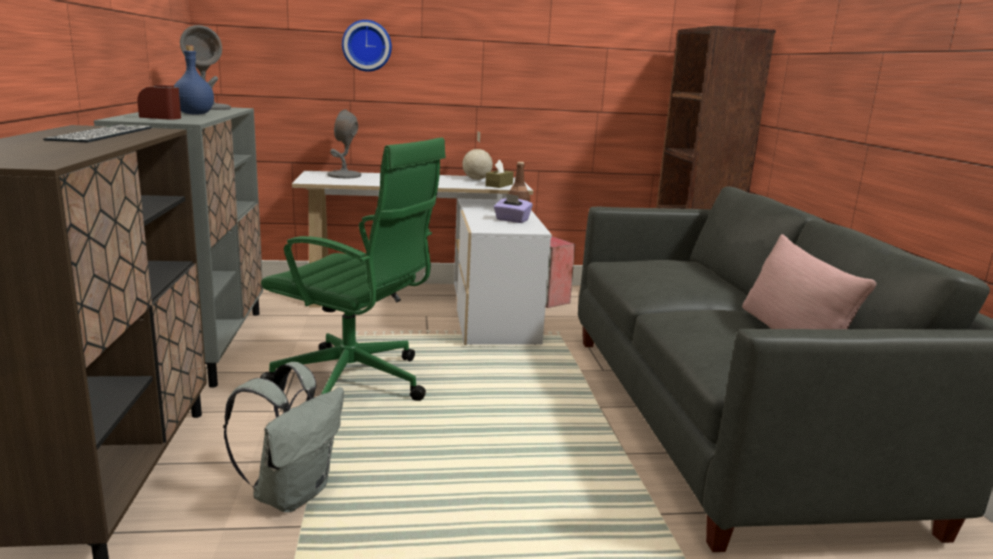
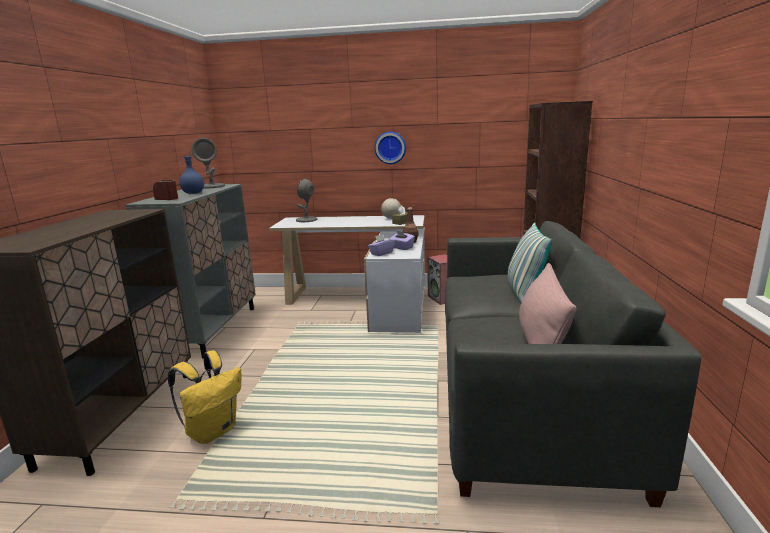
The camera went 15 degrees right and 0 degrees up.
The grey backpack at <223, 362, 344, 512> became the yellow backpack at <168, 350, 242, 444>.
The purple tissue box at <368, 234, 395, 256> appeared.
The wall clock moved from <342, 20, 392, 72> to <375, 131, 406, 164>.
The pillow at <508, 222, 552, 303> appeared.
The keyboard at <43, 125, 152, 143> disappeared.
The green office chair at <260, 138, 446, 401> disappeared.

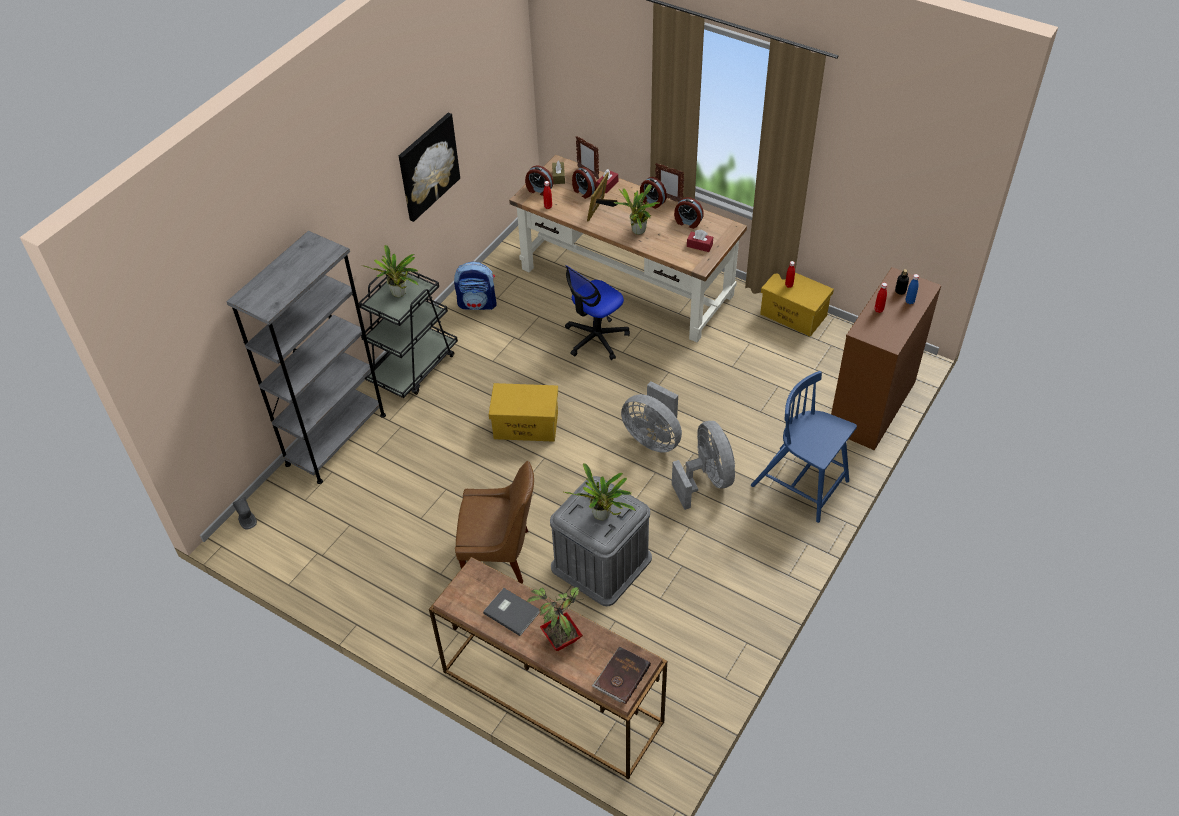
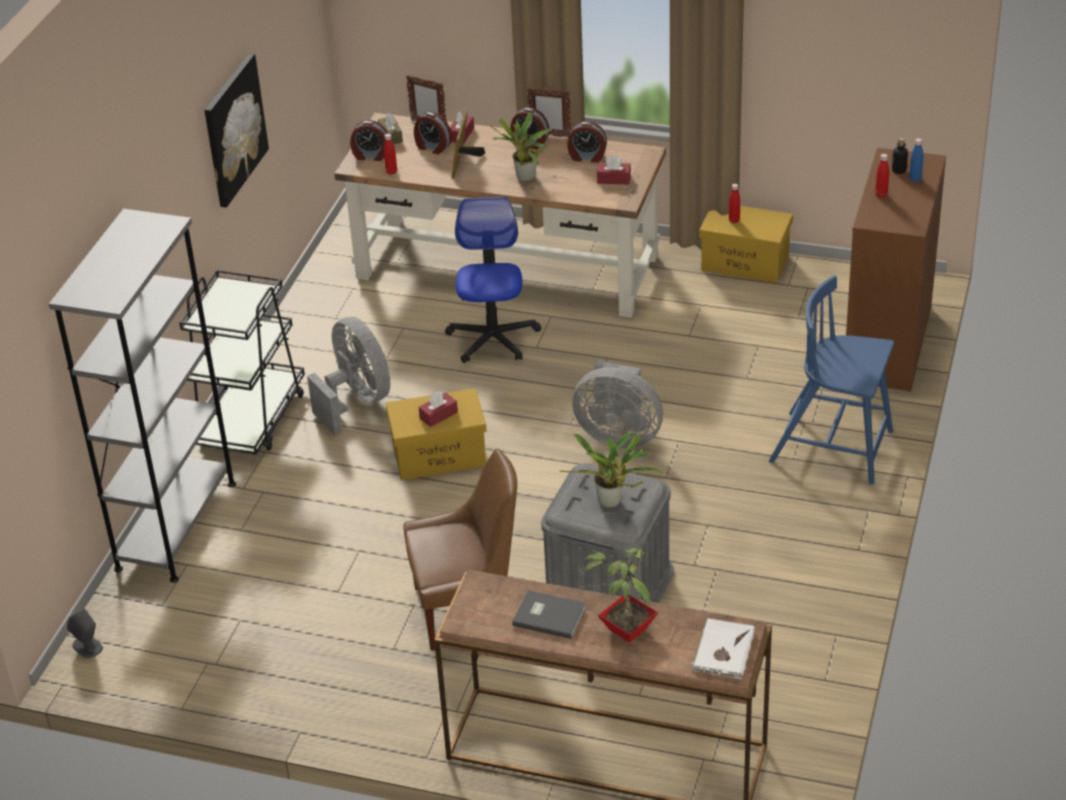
The camera went 15 degrees left and 10 degrees down.
The grey fan moved from <672, 421, 735, 510> to <307, 316, 390, 435>.
The red tissue box at <419, 391, 458, 427> appeared.
The office chair at <565, 265, 630, 360> turned 150 degrees clockwise.
The brown book at <592, 647, 651, 704> became the white book at <690, 618, 755, 679>.
The potted plant at <362, 245, 419, 297> disappeared.
The backpack at <454, 262, 496, 310> disappeared.

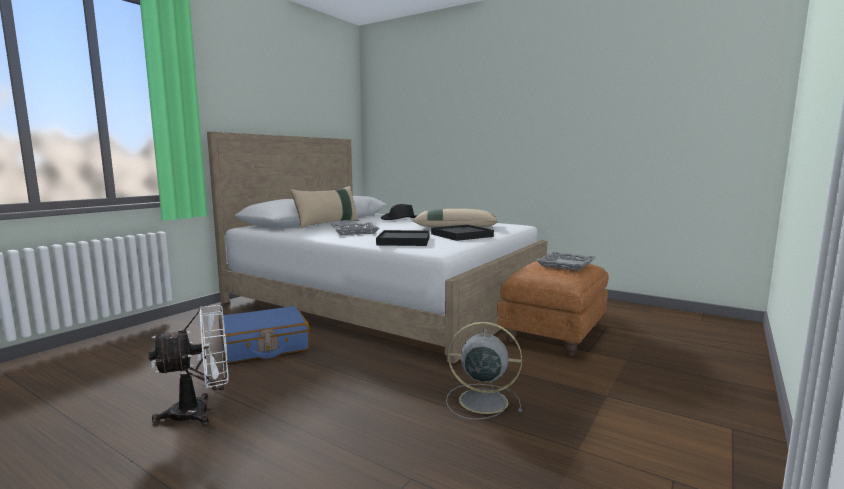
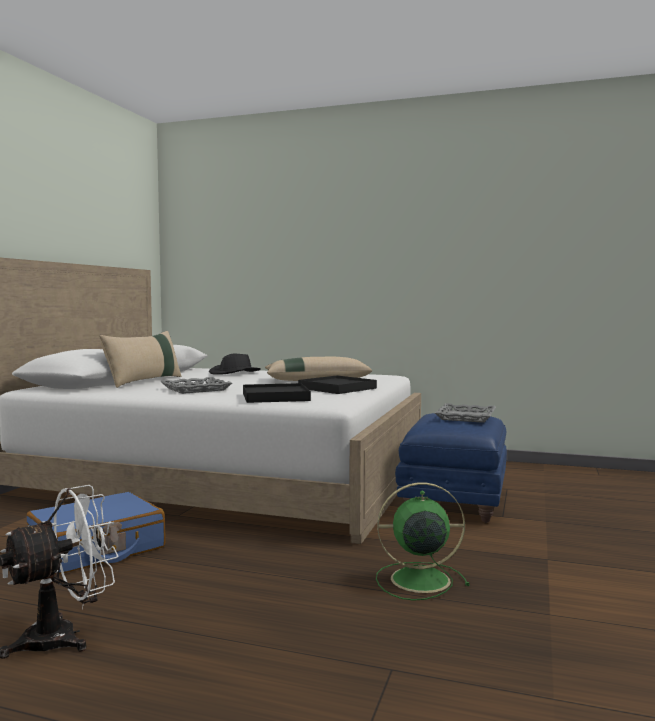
The camera went 15 degrees left and 5 degrees down.
The grey fan at <446, 322, 522, 420> became the green fan at <376, 482, 470, 601>.
The brown ottoman at <497, 259, 609, 356> became the blue ottoman at <395, 413, 507, 523>.

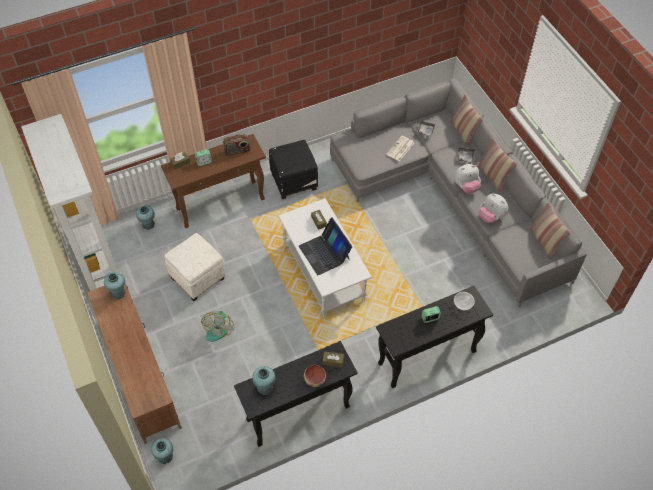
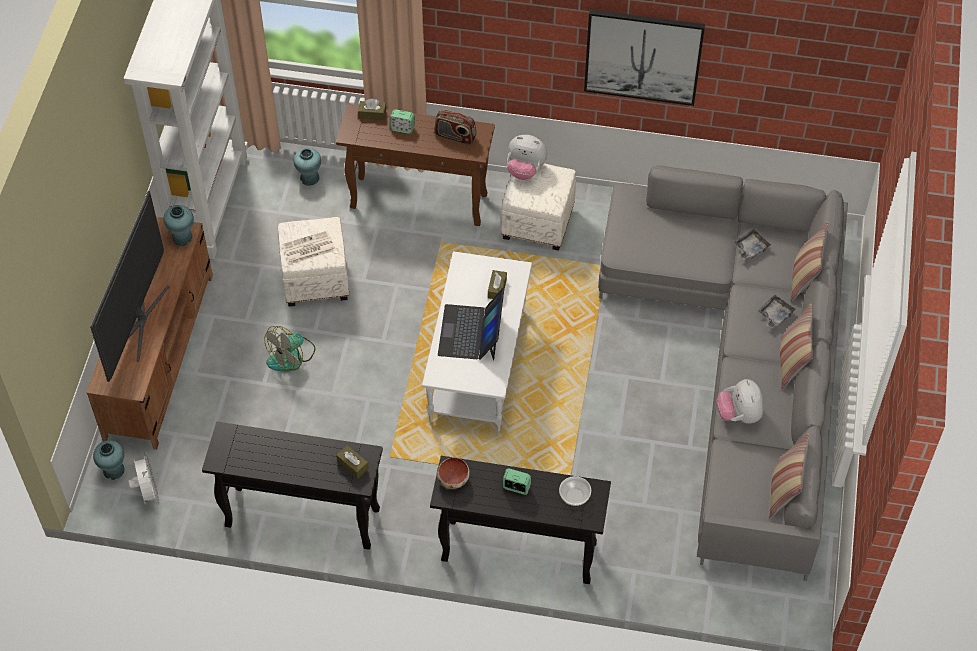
The camera went 35 degrees right and 0 degrees up.
The television at <90, 191, 170, 382> appeared.
The white fan at <128, 452, 160, 505> appeared.
The newspaper moved from <386, 136, 414, 162> to <282, 230, 336, 264>.
The bowl moved from <304, 365, 326, 387> to <437, 457, 470, 489>.
The black ottoman at <269, 140, 318, 199> became the white ottoman at <501, 163, 576, 251>.
The plush toy moved from <454, 164, 481, 194> to <507, 135, 547, 180>.
The picture at <584, 10, 705, 106> appeared.
The turquoise vase at <252, 366, 275, 395> disappeared.

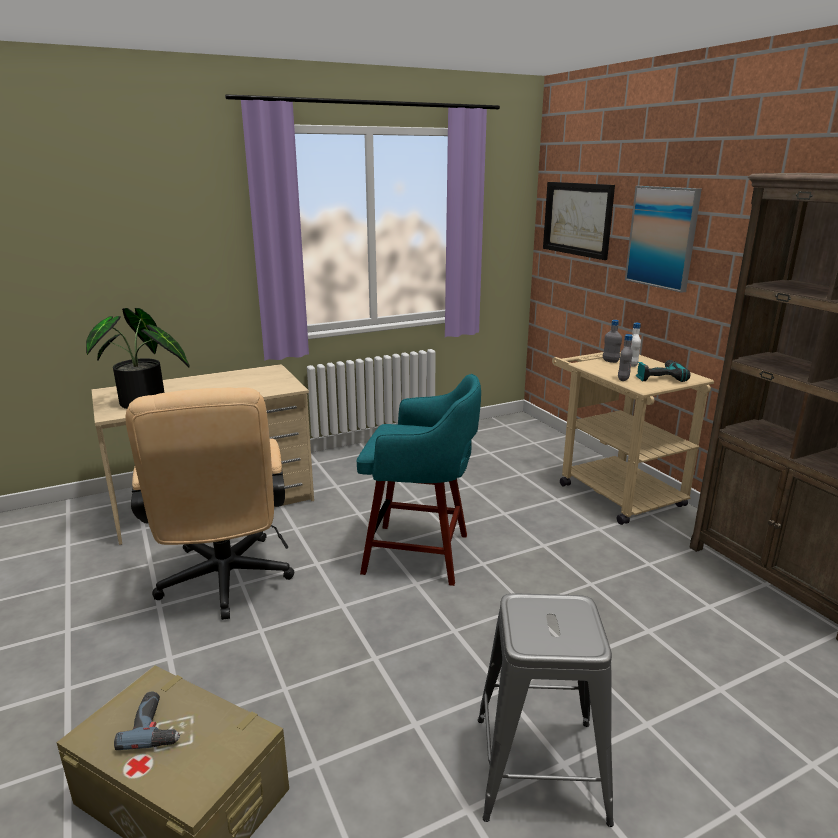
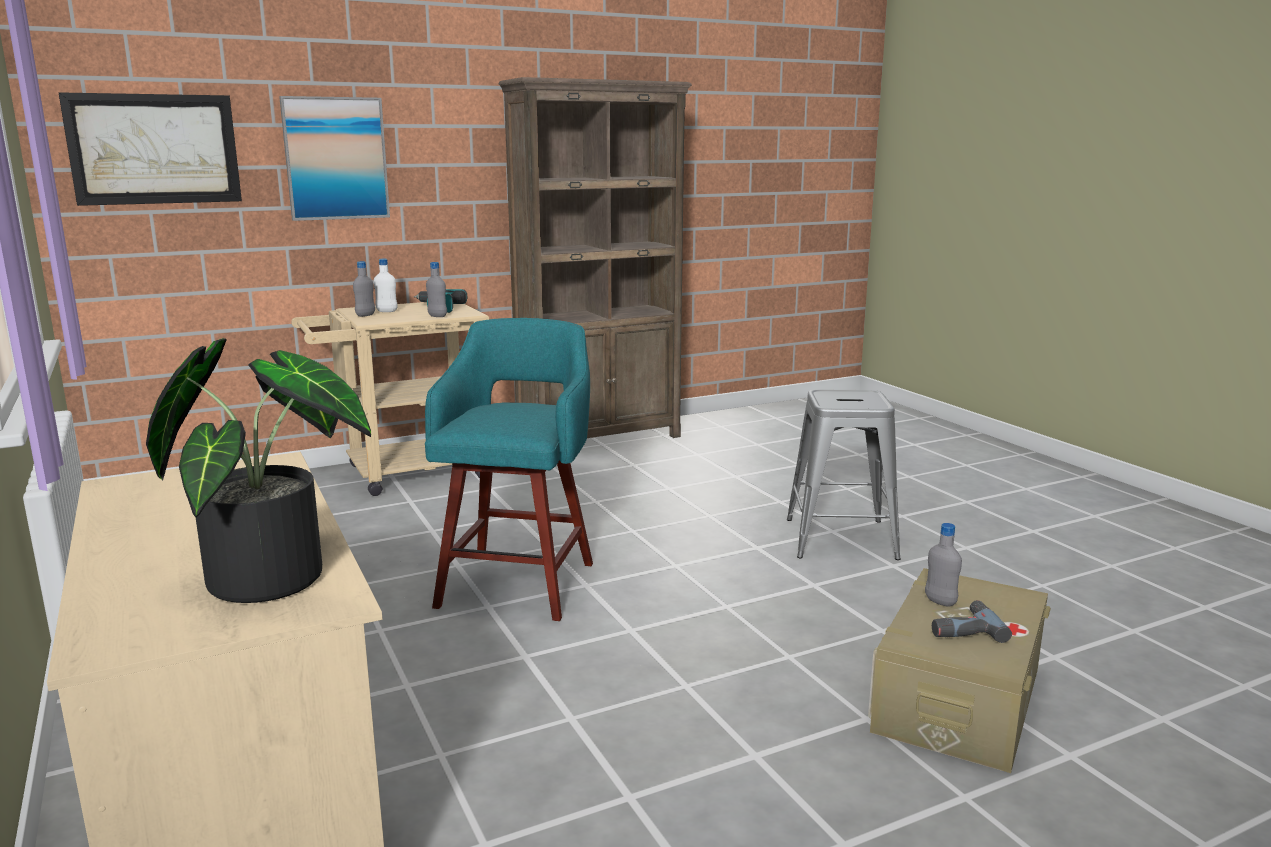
The camera went 90 degrees left and 5 degrees down.
The grey bottle at <925, 523, 962, 607> appeared.
The beige office chair at <125, 388, 294, 620> disappeared.

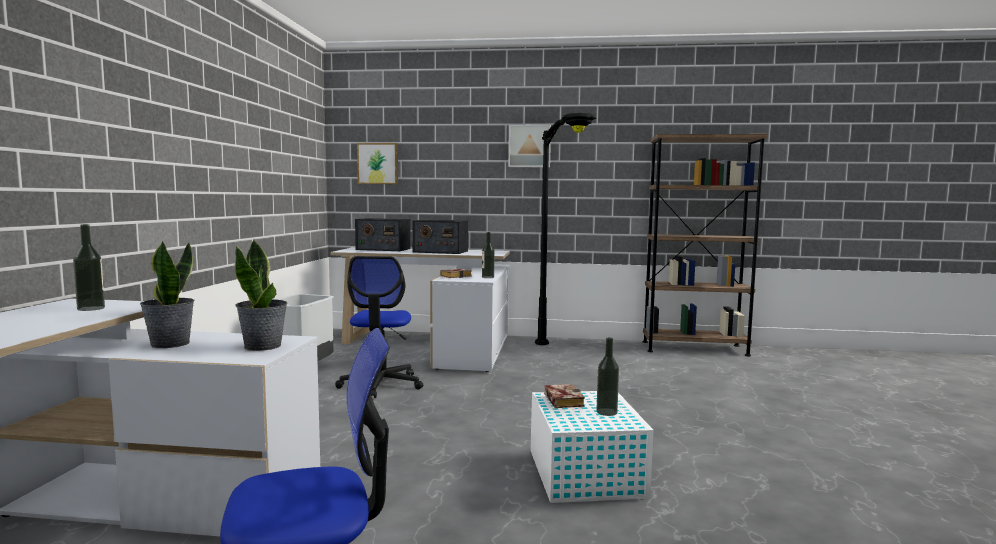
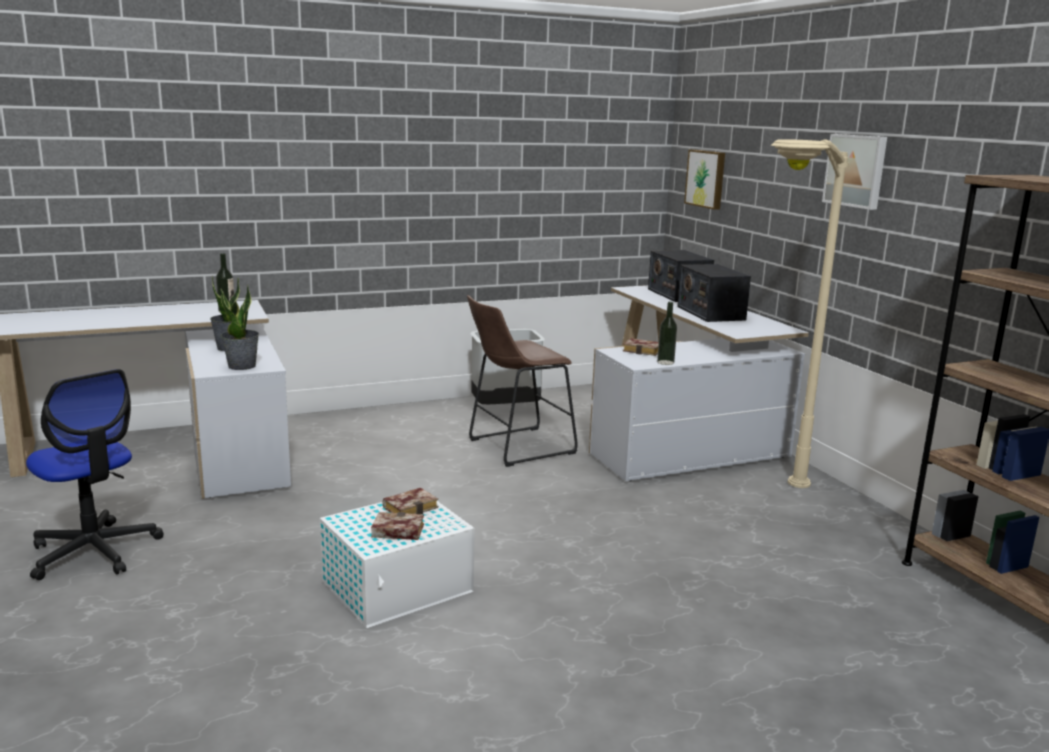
The camera went 60 degrees right and 10 degrees up.
The bottle at <596, 337, 619, 416> was replaced by the book at <371, 512, 424, 540>.
The office chair at <335, 256, 423, 398> was replaced by the brown stool at <467, 295, 578, 467>.
The black floor lamp at <535, 113, 596, 345> became the beige floor lamp at <771, 139, 849, 488>.

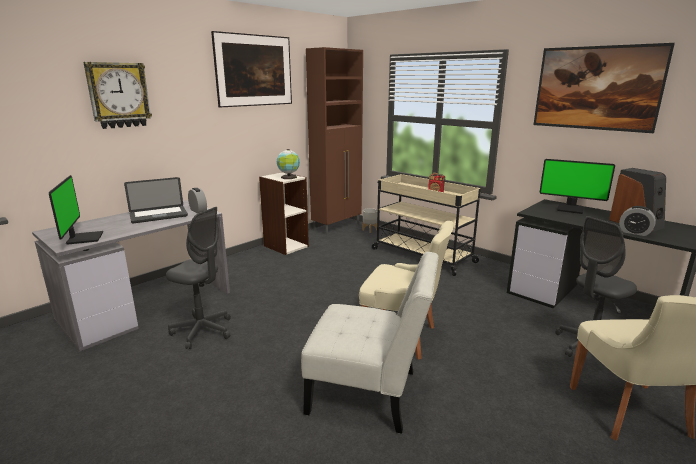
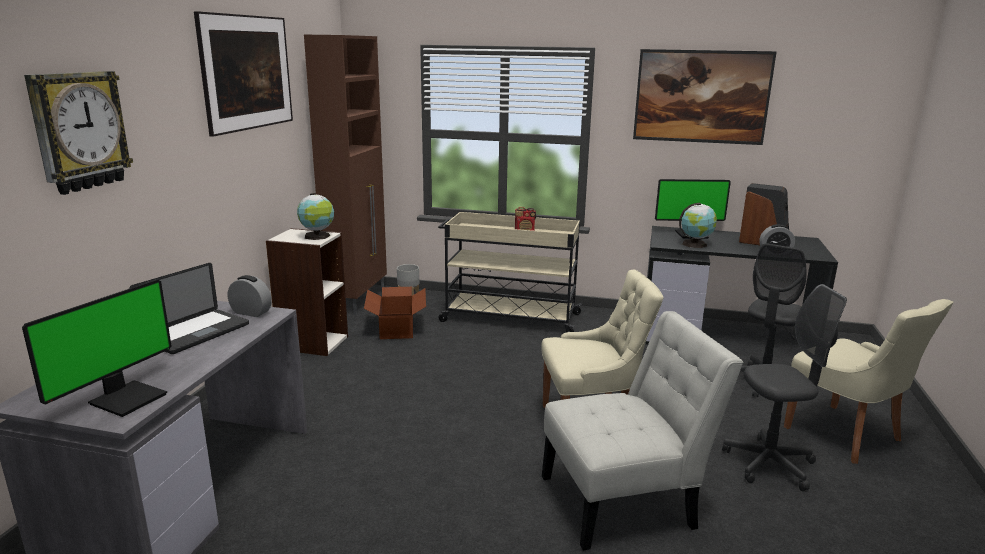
The camera went 30 degrees left and 0 degrees up.
The monitor at <49, 175, 103, 245> turned 75 degrees clockwise.
The cardboard box at <364, 287, 426, 339> appeared.
The globe at <679, 203, 717, 248> appeared.
The grey office chair moved from <166, 207, 231, 349> to <722, 284, 847, 491>.

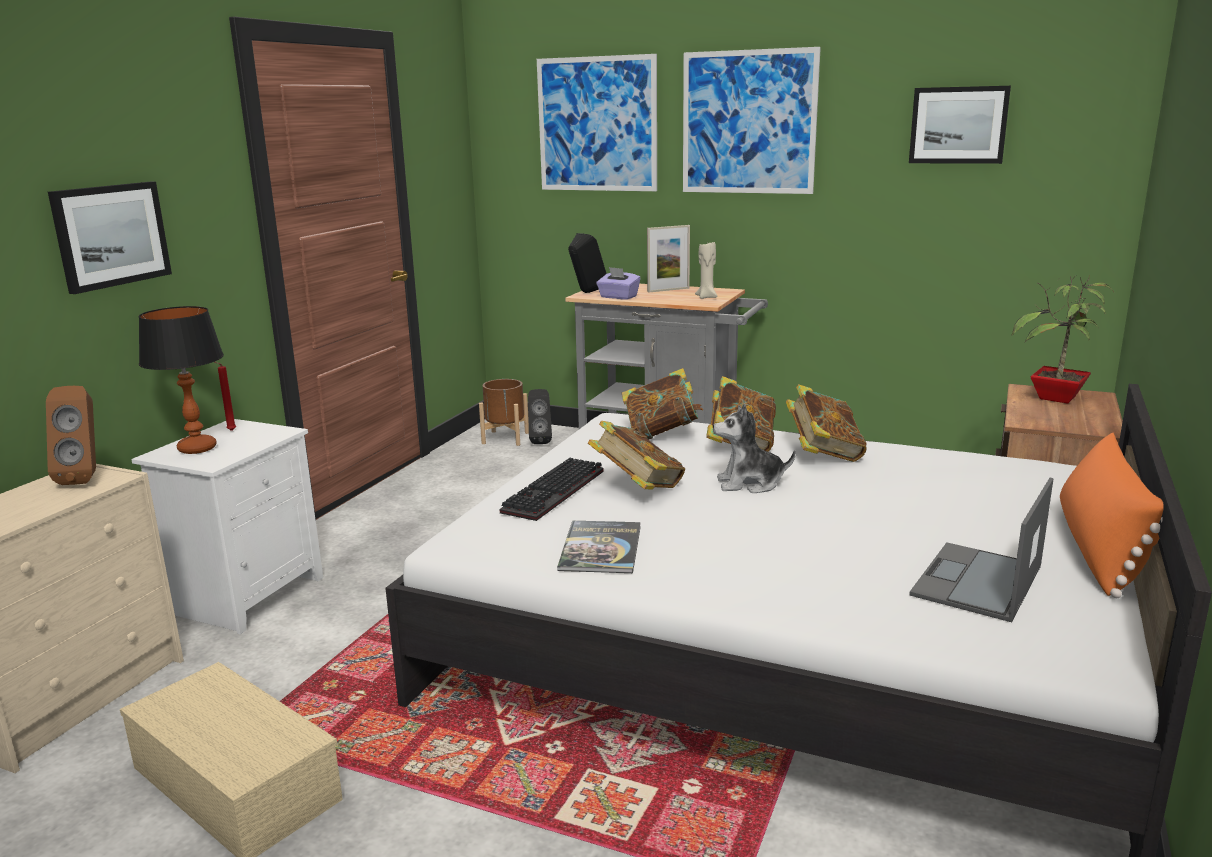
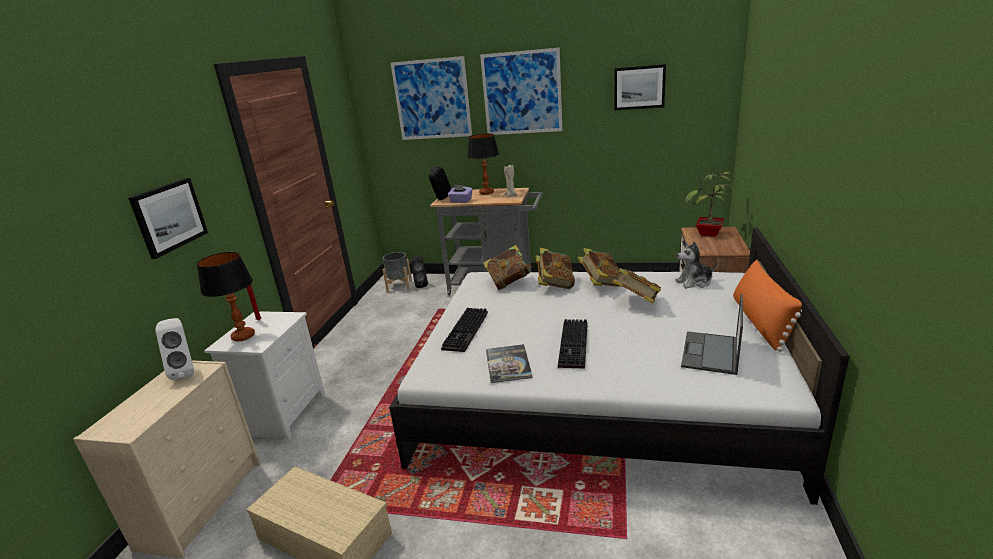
The camera went 10 degrees left and 5 degrees up.
The brown speaker at <46, 386, 96, 485> became the white speaker at <156, 318, 194, 381>.
The brown planter at <479, 379, 529, 446> became the grey planter at <382, 252, 412, 292>.
The picture frame at <647, 225, 690, 293> was replaced by the table lamp at <467, 134, 499, 195>.
The keyboard at <558, 319, 588, 369> appeared.
The book moved from <588, 421, 685, 490> to <612, 268, 661, 303>.
The plush toy moved from <713, 404, 796, 493> to <675, 242, 717, 288>.

